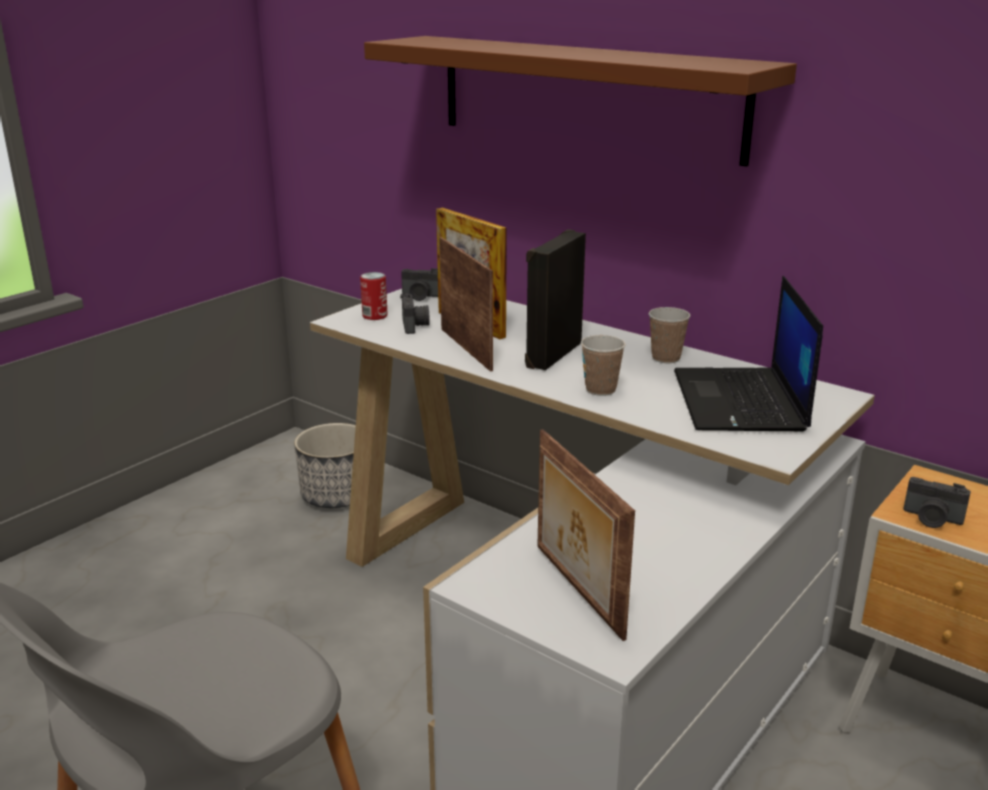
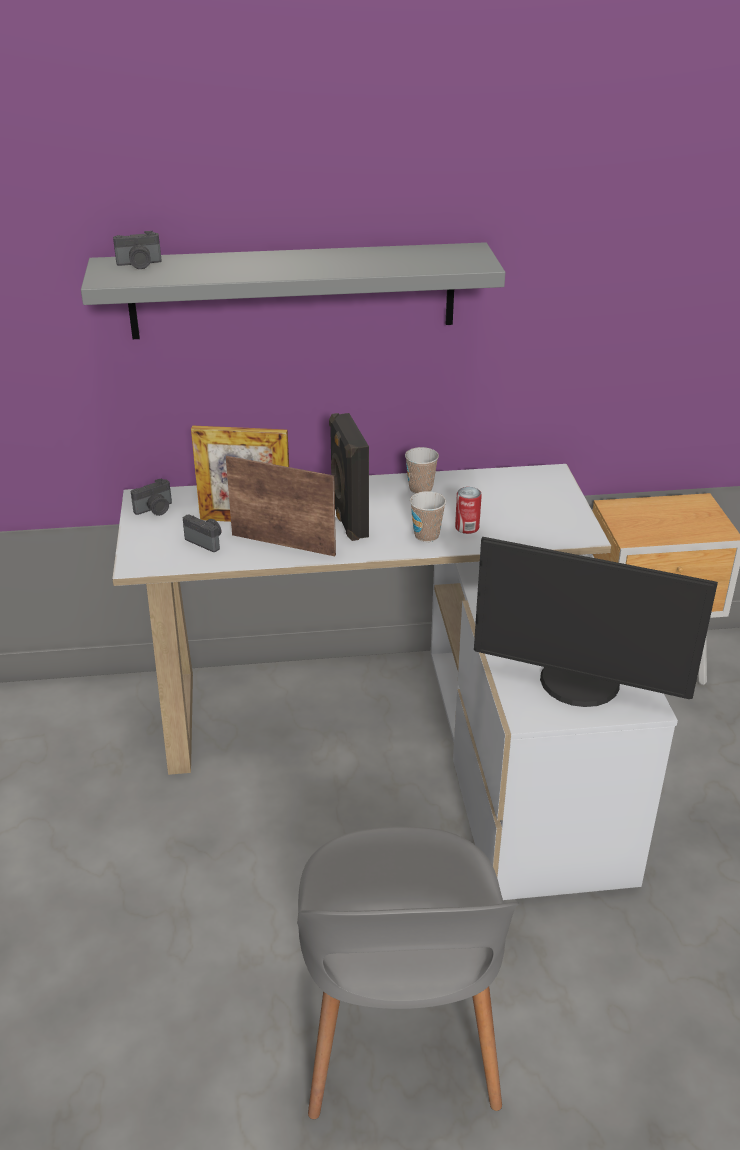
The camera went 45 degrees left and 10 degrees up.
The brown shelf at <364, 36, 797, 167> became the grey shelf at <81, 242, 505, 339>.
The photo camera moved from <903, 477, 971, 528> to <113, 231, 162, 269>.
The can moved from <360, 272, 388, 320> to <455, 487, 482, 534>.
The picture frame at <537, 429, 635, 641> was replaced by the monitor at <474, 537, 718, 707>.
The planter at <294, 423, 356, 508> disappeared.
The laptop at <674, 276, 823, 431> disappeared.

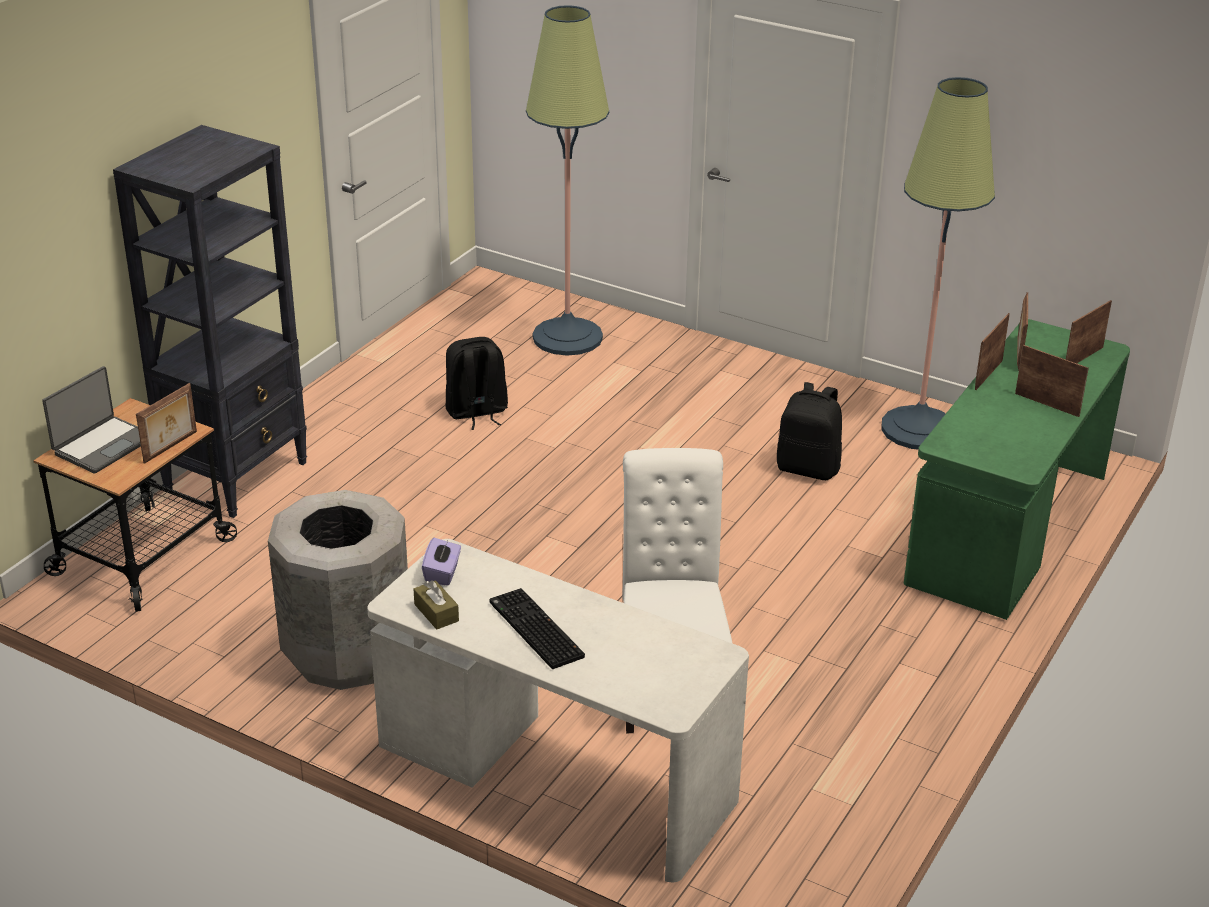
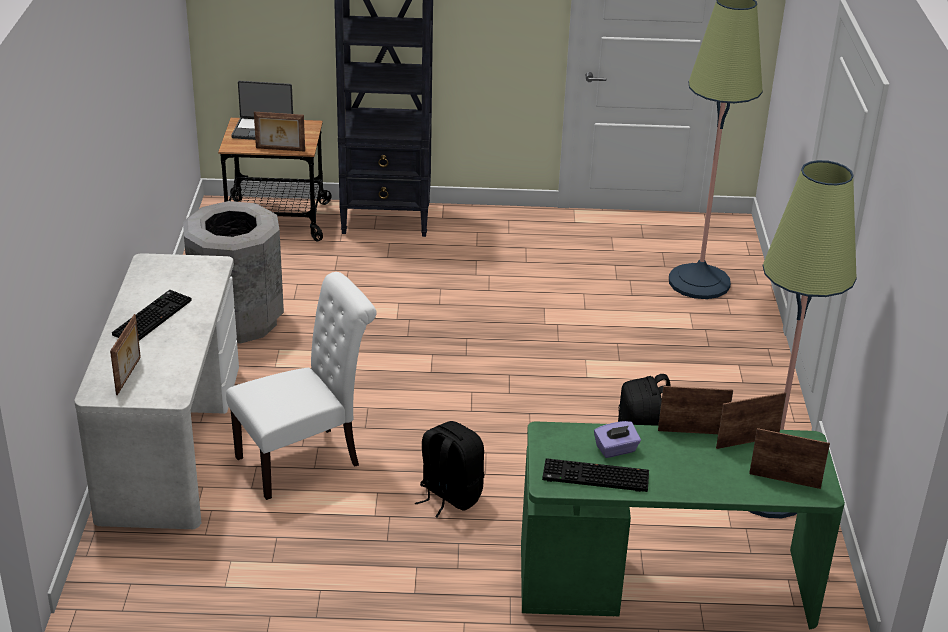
The camera went 60 degrees right and 0 degrees up.
The picture frame moved from <1015, 345, 1089, 417> to <110, 314, 141, 395>.
The black backpack moved from <445, 337, 508, 430> to <415, 421, 484, 518>.
The keyboard at <542, 458, 649, 492> appeared.
The purple tissue box moved from <422, 538, 461, 585> to <594, 421, 641, 458>.
The brown tissue box at <414, 580, 459, 629> disappeared.

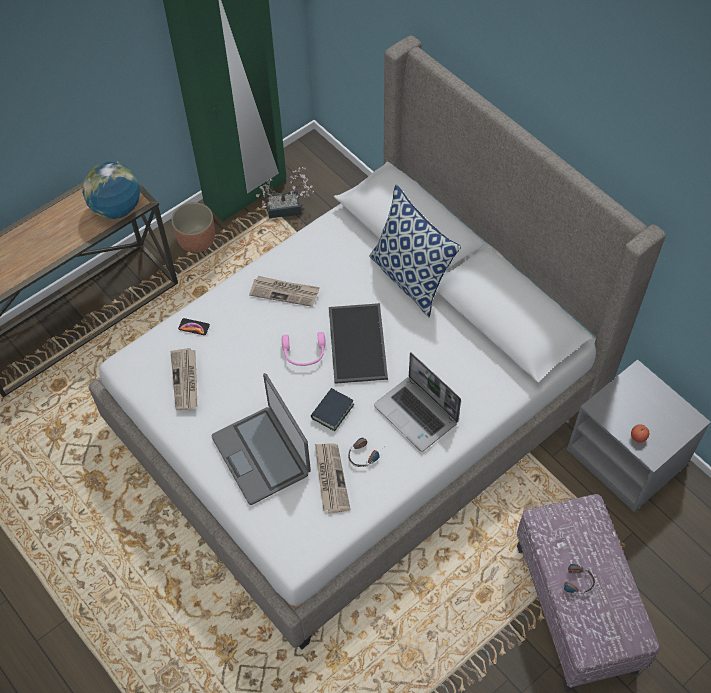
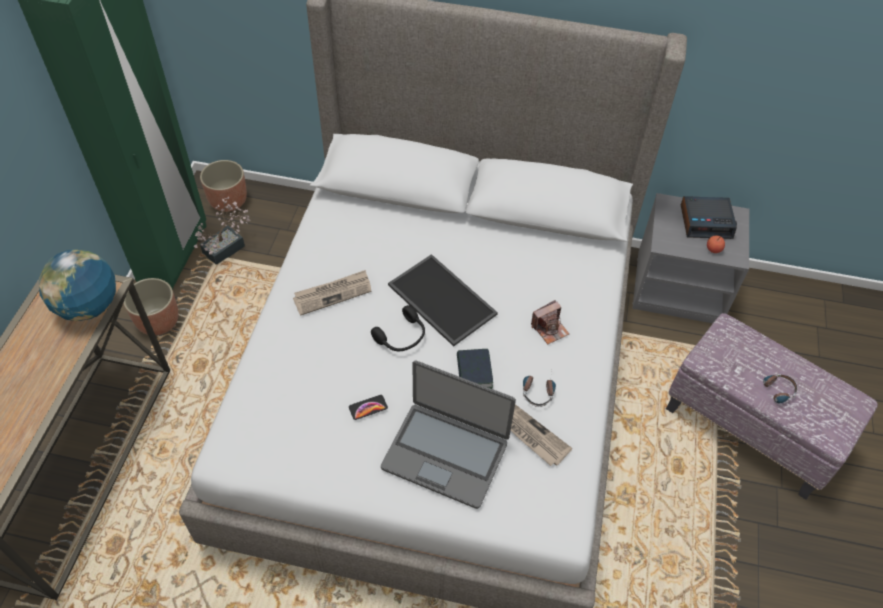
The camera went 40 degrees left and 5 degrees down.
The planter at <200, 160, 247, 212> appeared.
The phone moved from <178, 318, 210, 335> to <349, 395, 388, 420>.
The pink headphones at <282, 332, 325, 366> became the black headphones at <371, 305, 425, 351>.
The laptop at <374, 352, 461, 452> was replaced by the photo camera at <531, 300, 569, 344>.
The alarm clock at <681, 196, 737, 239> appeared.
The newspaper at <170, 348, 197, 411> disappeared.
The pillow at <370, 185, 461, 317> disappeared.

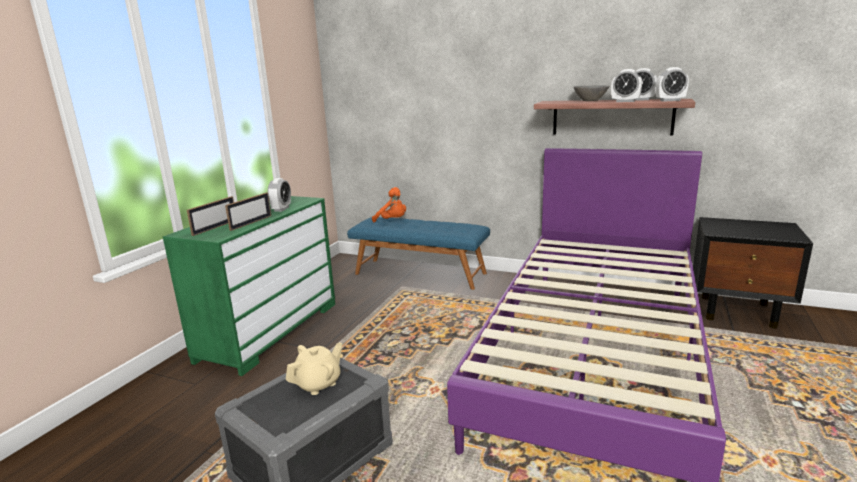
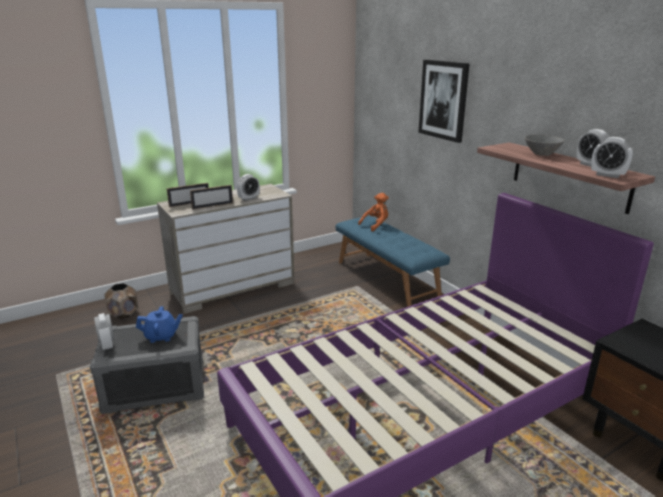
The camera went 35 degrees right and 5 degrees up.
The alarm clock moved from <611, 69, 642, 102> to <94, 313, 114, 350>.
The brown planter at <104, 283, 138, 319> appeared.
The beige teapot at <286, 342, 342, 395> became the blue teapot at <136, 306, 183, 343>.
The green dresser at <163, 196, 335, 376> became the beige dresser at <157, 184, 295, 314>.
The orange plush toy at <372, 187, 406, 222> turned 105 degrees counterclockwise.
The picture at <418, 60, 470, 143> appeared.

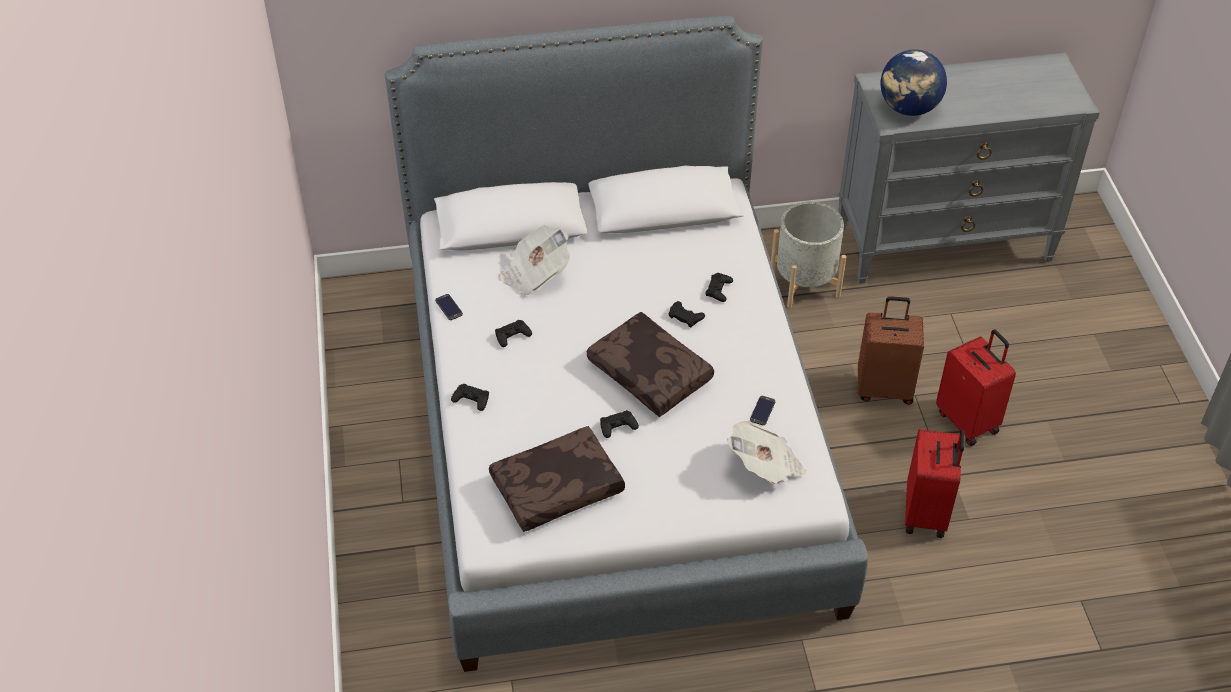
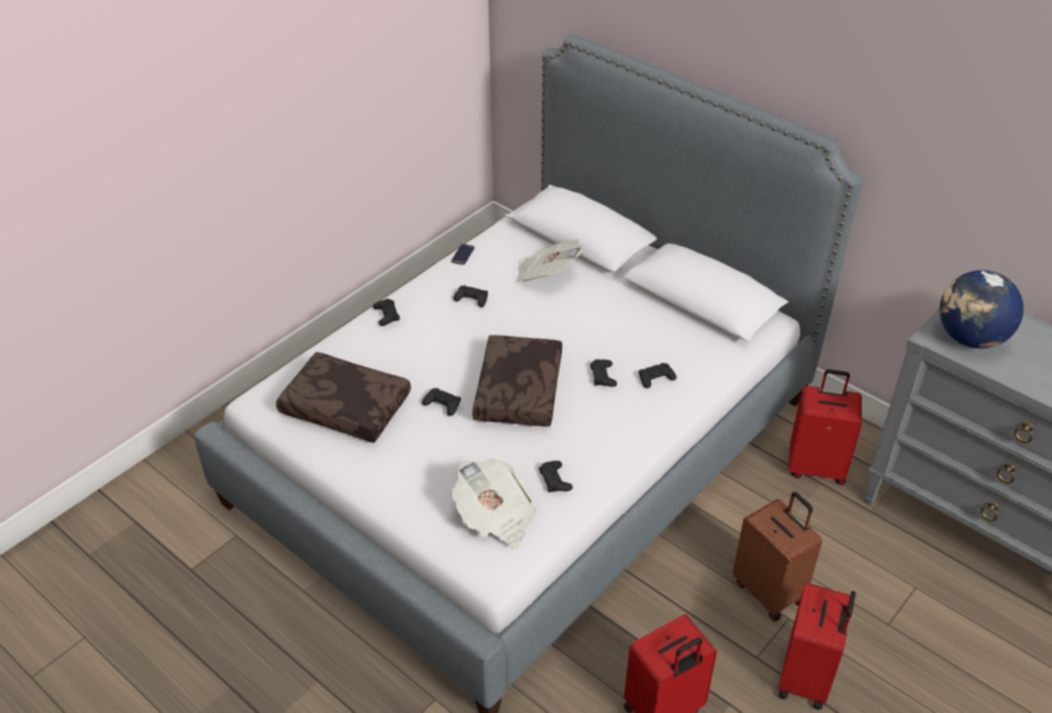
The camera went 50 degrees right and 5 degrees down.
The phone at <750, 396, 775, 425> was replaced by the black game controller at <539, 461, 573, 493>.
The grey planter at <771, 202, 846, 308> was replaced by the red suitcase at <789, 369, 862, 485>.

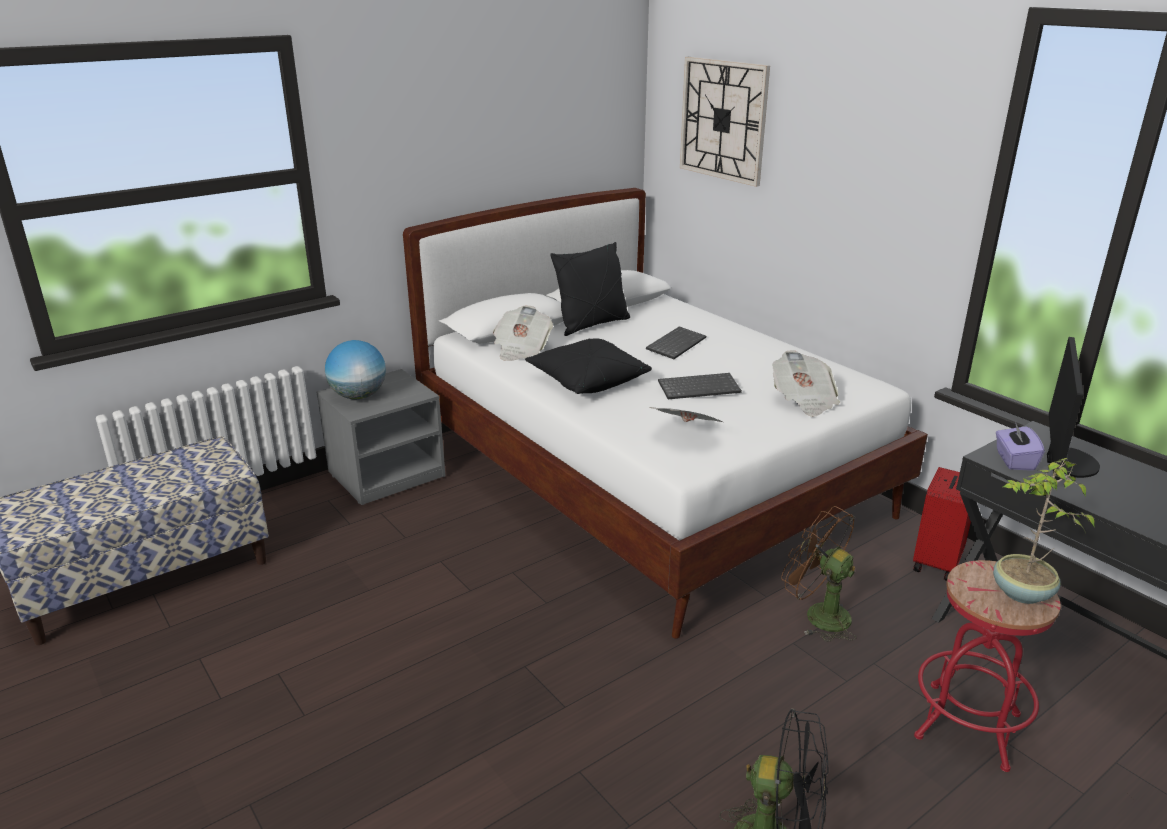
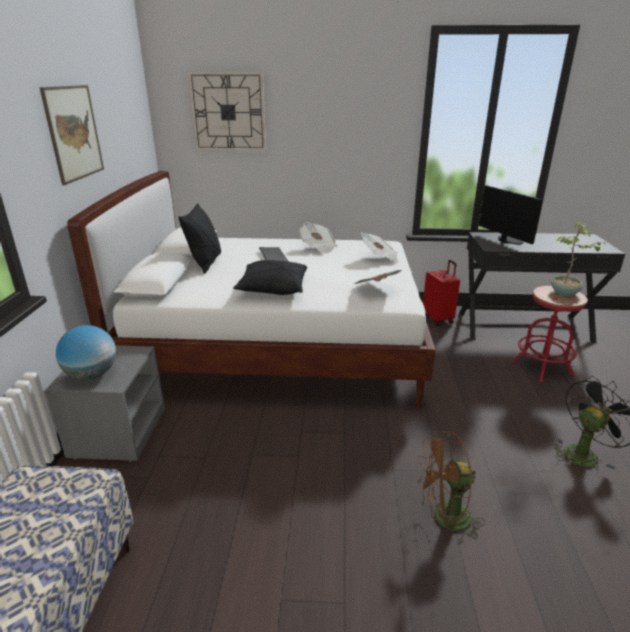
The camera went 50 degrees left and 0 degrees up.
The picture at <39, 85, 104, 185> appeared.
The newspaper moved from <493, 305, 553, 361> to <299, 222, 337, 254>.
The brown fan moved from <781, 506, 856, 642> to <417, 431, 485, 544>.
The keyboard at <658, 373, 742, 399> disappeared.
The purple tissue box at <996, 422, 1045, 471> disappeared.

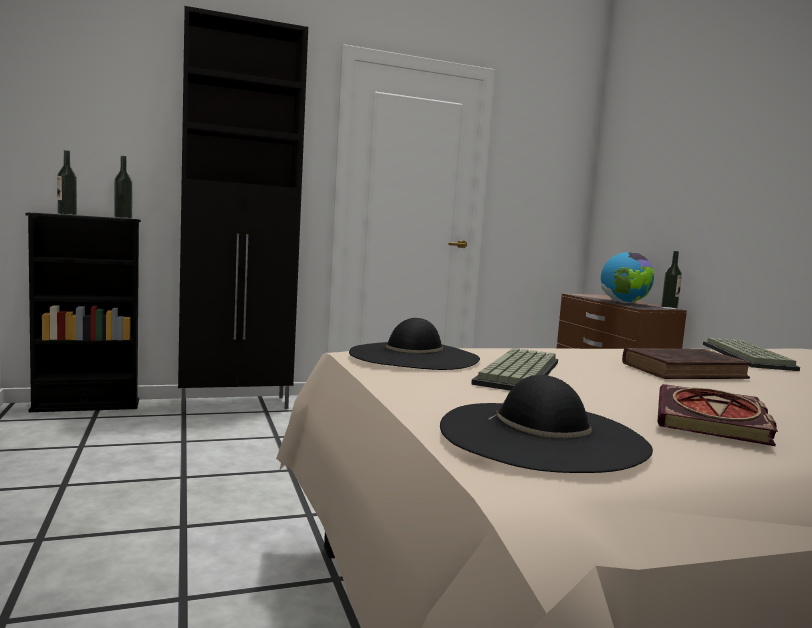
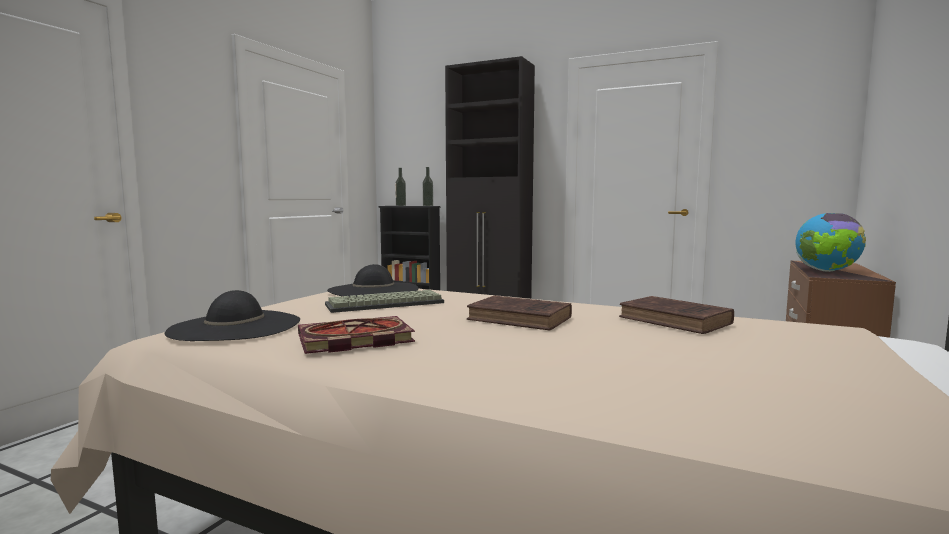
The camera went 45 degrees right and 0 degrees up.
The keyboard at <703, 338, 800, 371> was replaced by the brown book at <619, 296, 734, 334>.
The bottle at <661, 251, 682, 309> disappeared.

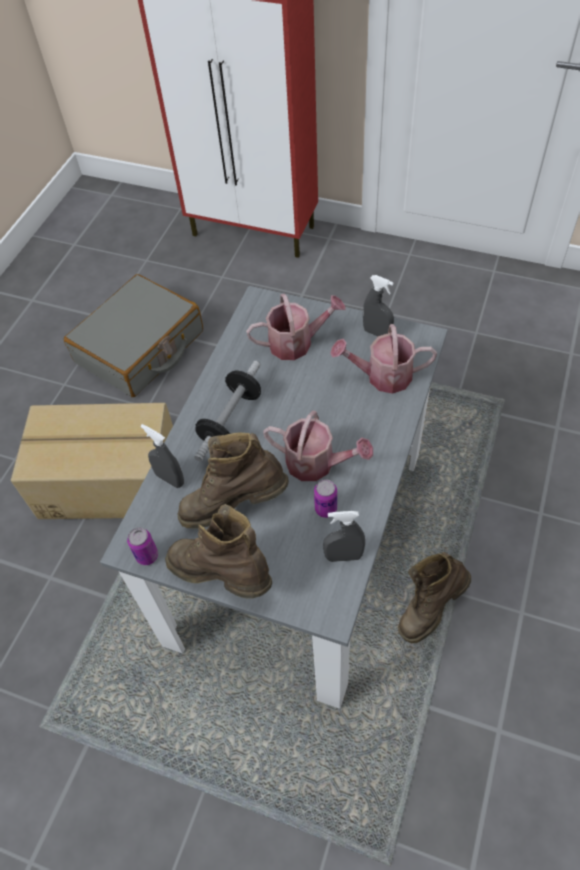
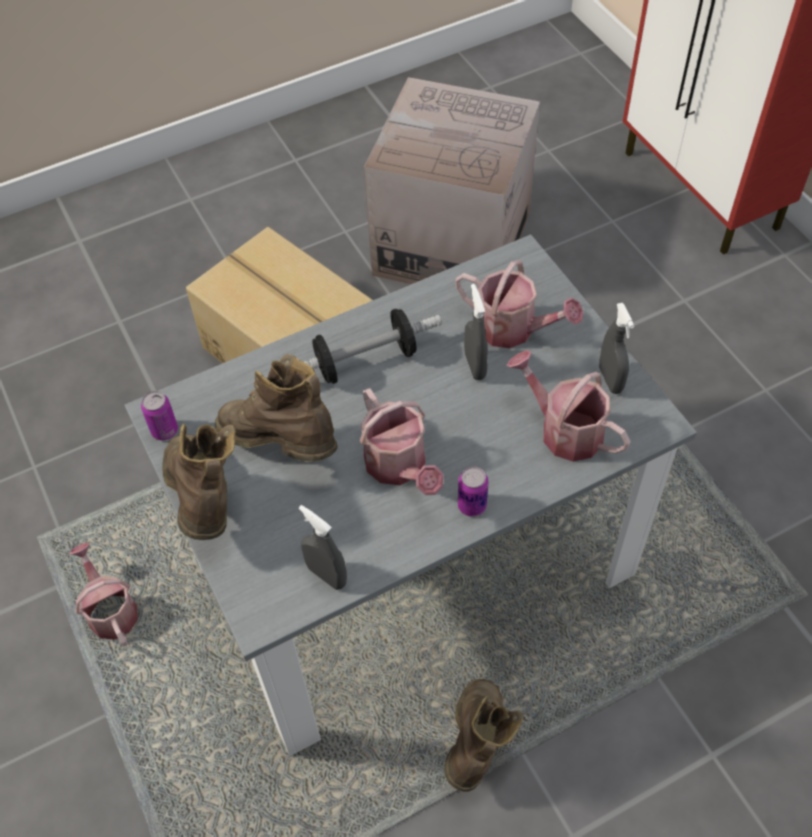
The camera went 40 degrees right and 0 degrees up.
The watering can at <69, 543, 138, 647> appeared.
The grey suitcase at <64, 274, 203, 397> was replaced by the cardboard box at <364, 77, 540, 284>.
The brown boot at <398, 552, 471, 643> turned 105 degrees clockwise.
The can moved from <314, 479, 337, 518> to <458, 467, 488, 517>.
The grey spray bottle moved from <140, 424, 184, 488> to <464, 284, 488, 380>.

